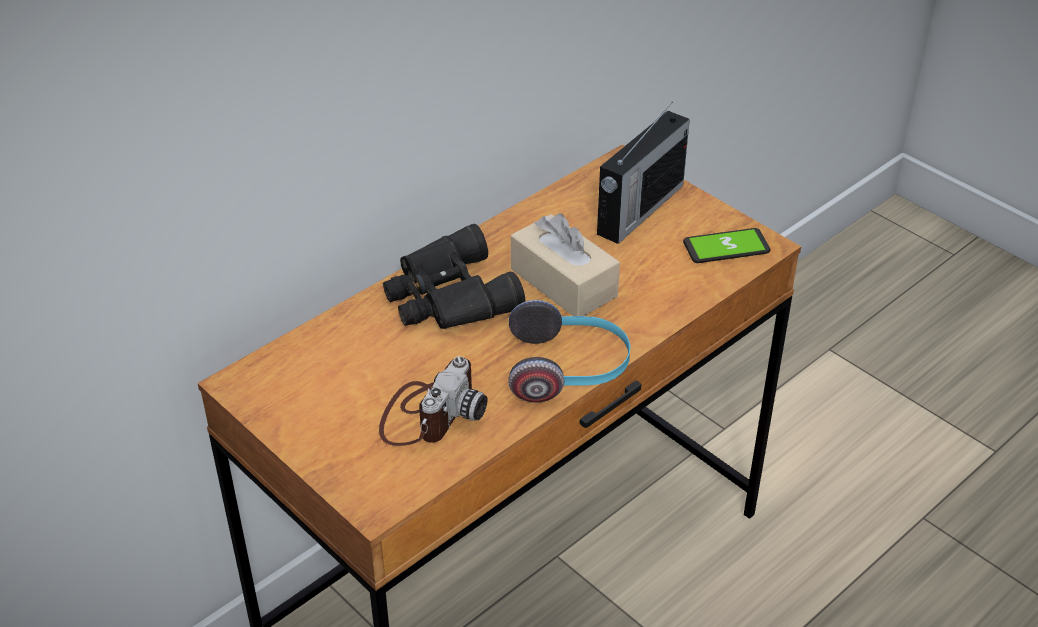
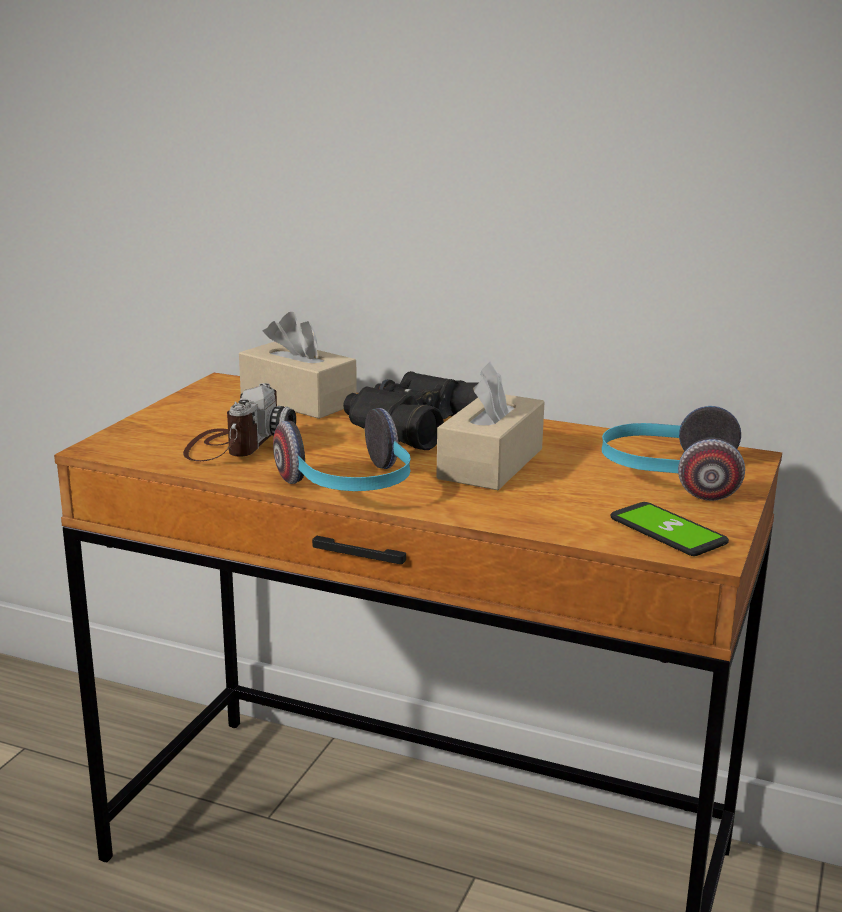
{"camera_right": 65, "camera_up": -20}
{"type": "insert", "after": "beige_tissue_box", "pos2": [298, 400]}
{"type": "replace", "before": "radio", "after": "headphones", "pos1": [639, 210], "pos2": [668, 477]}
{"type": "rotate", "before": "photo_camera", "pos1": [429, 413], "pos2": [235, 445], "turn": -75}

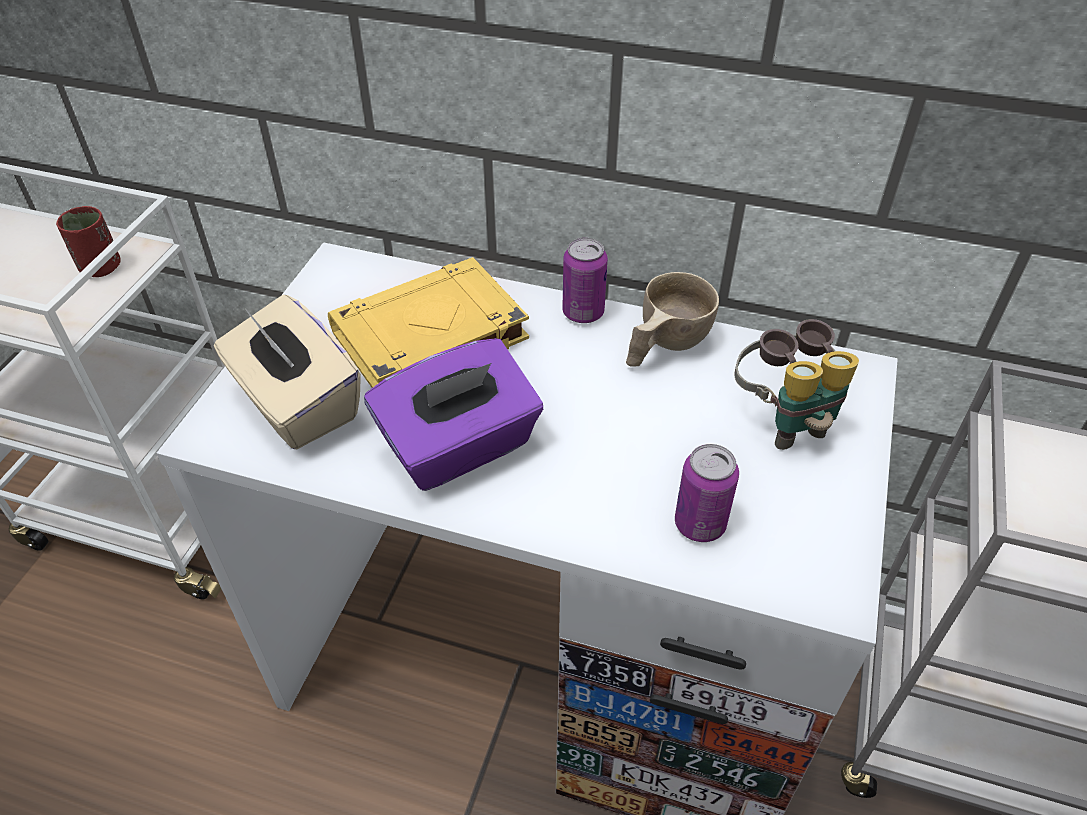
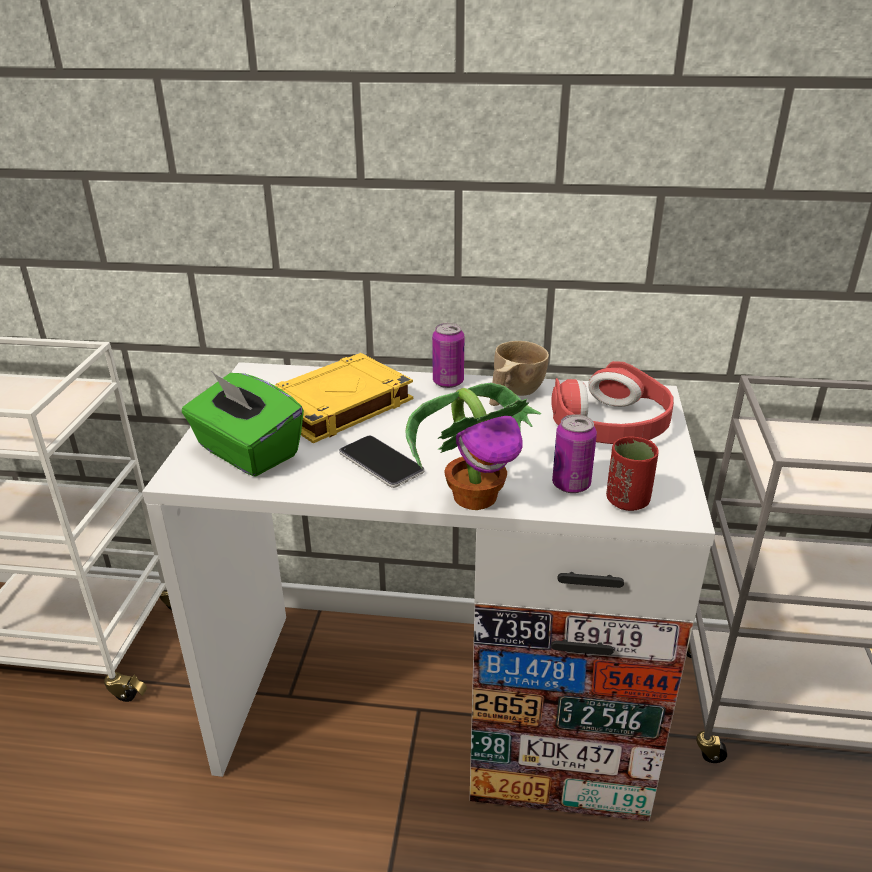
{"camera_right": -10, "camera_up": -15}
{"type": "insert", "after": "potted_plant", "pos2": [476, 496]}
{"type": "move", "before": "red_cup", "pos1": [100, 267], "pos2": [627, 501]}
{"type": "replace", "before": "purple_tissue_box", "after": "phone", "pos1": [460, 447], "pos2": [381, 463]}
{"type": "replace", "before": "binoculars", "after": "red_headphones", "pos1": [784, 419], "pos2": [611, 424]}
{"type": "recolor", "before": "beige_tissue_box", "after": "green_tissue_box", "pos1": [296, 404], "pos2": [247, 452]}

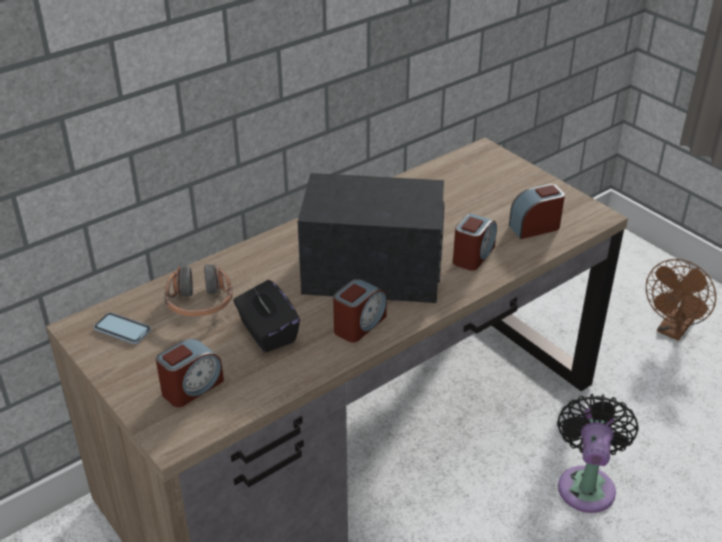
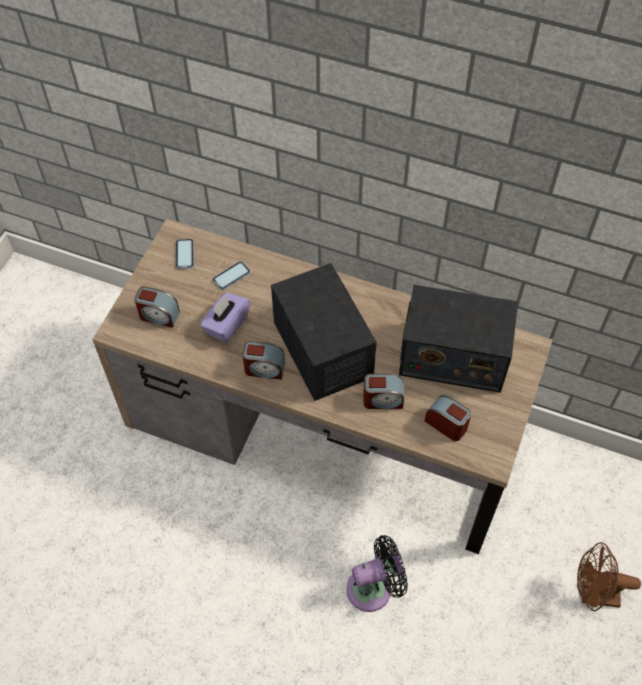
{"camera_right": 60, "camera_up": 20}
{"type": "insert", "after": "radio", "pos2": [452, 356]}
{"type": "replace", "before": "headphones", "after": "phone", "pos1": [200, 303], "pos2": [231, 276]}
{"type": "recolor", "before": "black_tissue_box", "after": "purple_tissue_box", "pos1": [267, 332], "pos2": [226, 325]}

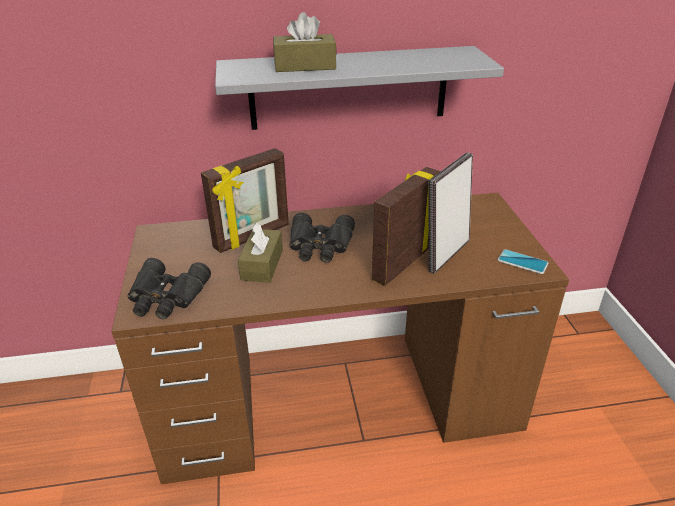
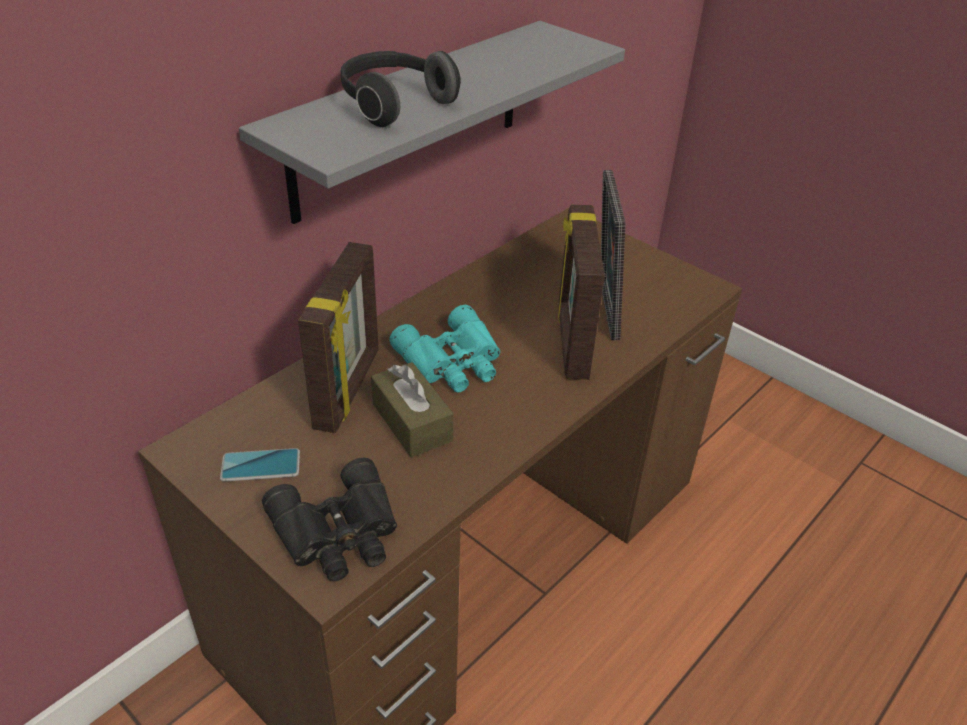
{"camera_right": -40, "camera_up": 5}
{"type": "move", "before": "phone", "pos1": [522, 262], "pos2": [261, 465]}
{"type": "replace", "before": "brown_tissue_box", "after": "headphones", "pos1": [305, 66], "pos2": [393, 104]}
{"type": "recolor", "before": "black_binoculars", "after": "turquoise_binoculars", "pos1": [320, 245], "pos2": [453, 362]}

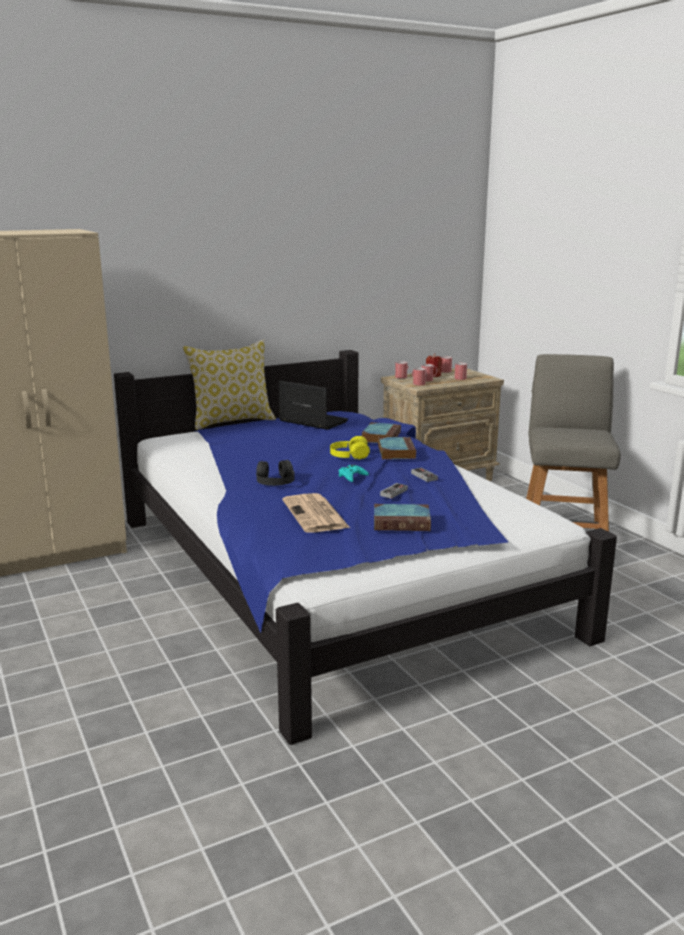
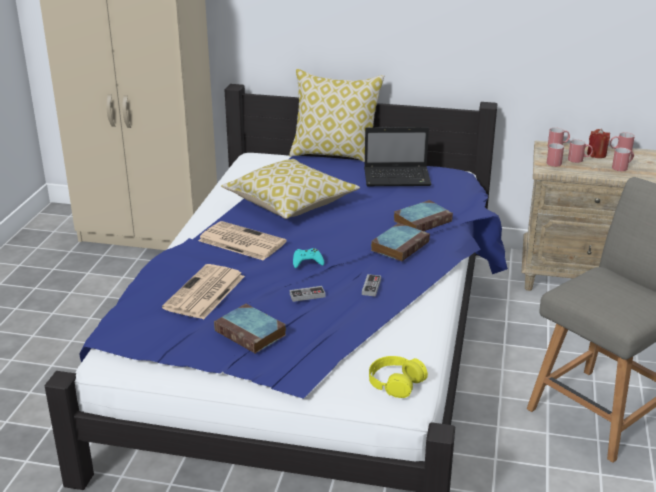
{"camera_right": 40, "camera_up": 10}
{"type": "insert", "after": "pillow", "pos2": [290, 203]}
{"type": "move", "before": "yellow_headphones", "pos1": [349, 455], "pos2": [395, 382]}
{"type": "replace", "before": "black_headphones", "after": "newspaper", "pos1": [275, 481], "pos2": [240, 241]}
{"type": "rotate", "before": "laptop", "pos1": [311, 421], "pos2": [398, 178], "turn": 105}

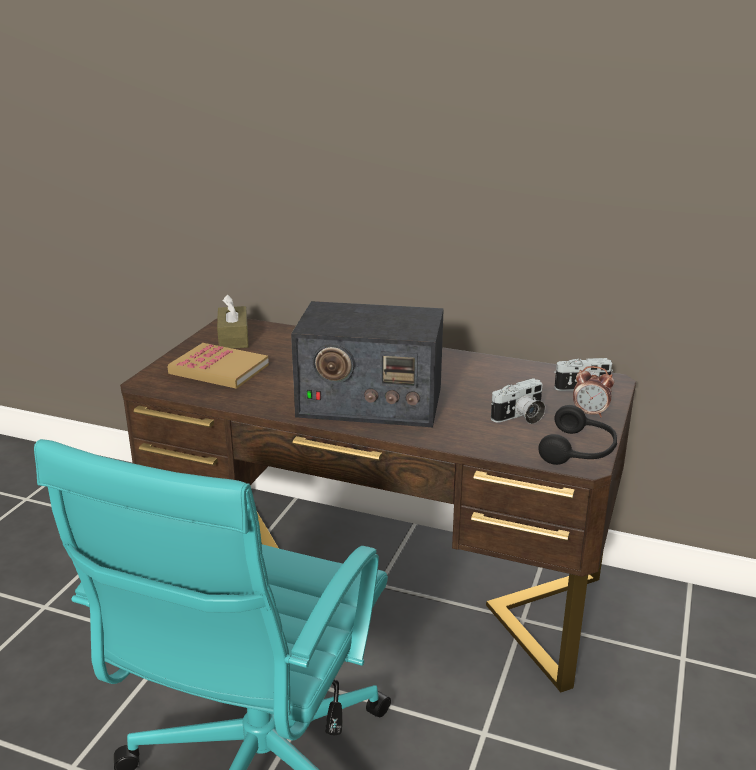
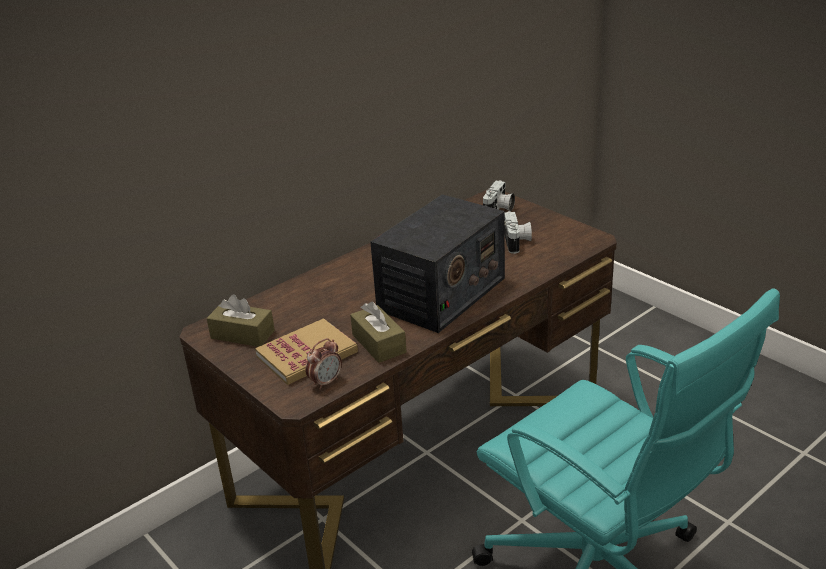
{"camera_right": -60, "camera_up": 5}
{"type": "delete", "before": "black_headphones", "pos1": [579, 451]}
{"type": "insert", "after": "brown_tissue_box", "pos2": [379, 343]}
{"type": "move", "before": "alarm_clock", "pos1": [590, 413], "pos2": [326, 382]}

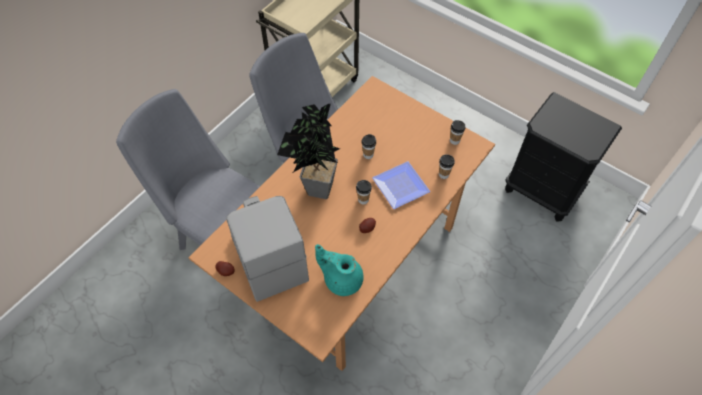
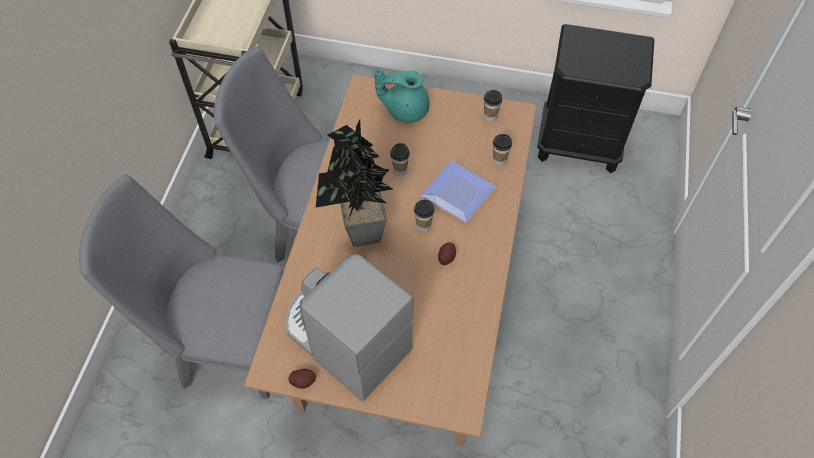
{"camera_right": -25, "camera_up": 0}
{"type": "move", "before": "turquoise_teapot", "pos1": [342, 279], "pos2": [405, 109]}

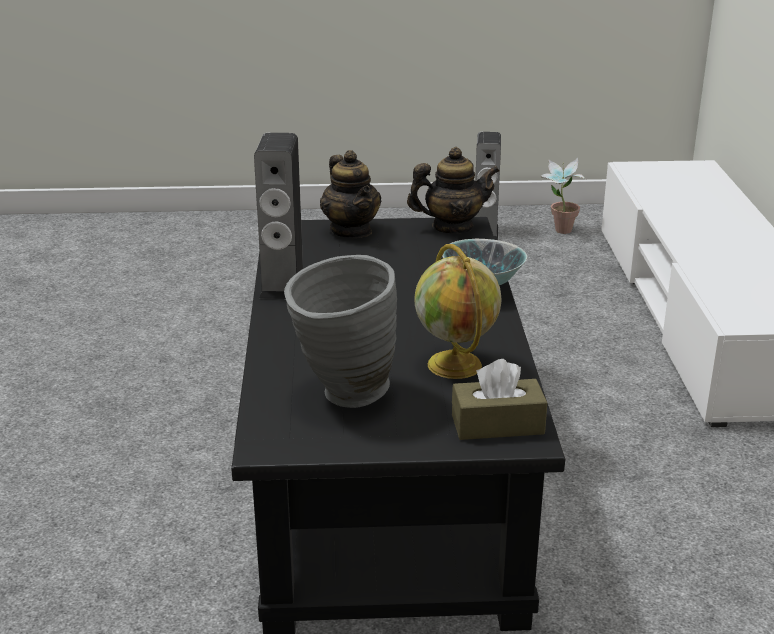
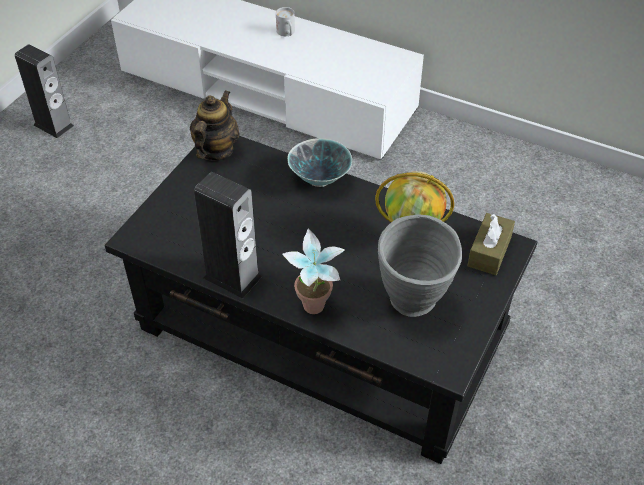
{"camera_right": -60, "camera_up": 20}
{"type": "delete", "before": "teapot", "pos1": [351, 231]}
{"type": "insert", "after": "white_mug", "pos2": [287, 33]}
{"type": "move", "before": "potted_plant", "pos1": [559, 232], "pos2": [314, 312]}

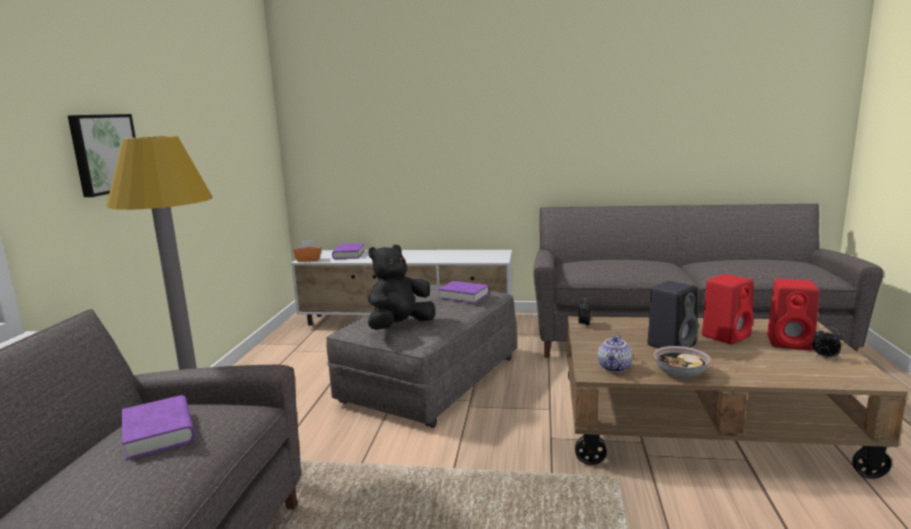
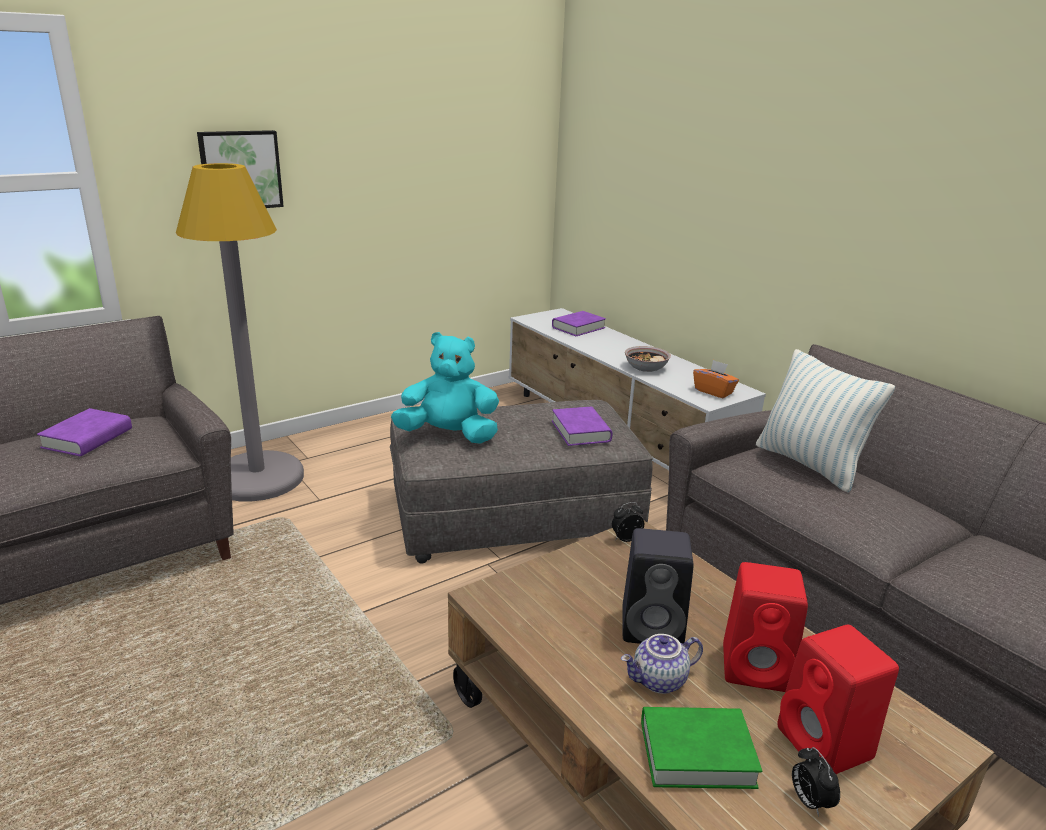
{"camera_right": 45, "camera_up": 10}
{"type": "insert", "after": "green_book", "pos2": [696, 753]}
{"type": "insert", "after": "pillow", "pos2": [809, 464]}
{"type": "move", "before": "orange_tissue_box", "pos1": [308, 260], "pos2": [713, 391]}
{"type": "move", "before": "teapot", "pos1": [615, 368], "pos2": [659, 681]}
{"type": "move", "before": "bowl", "pos1": [680, 373], "pos2": [646, 368]}
{"type": "recolor", "before": "black_plush_toy", "after": "turquoise_plush_toy", "pos1": [400, 326], "pos2": [449, 435]}

